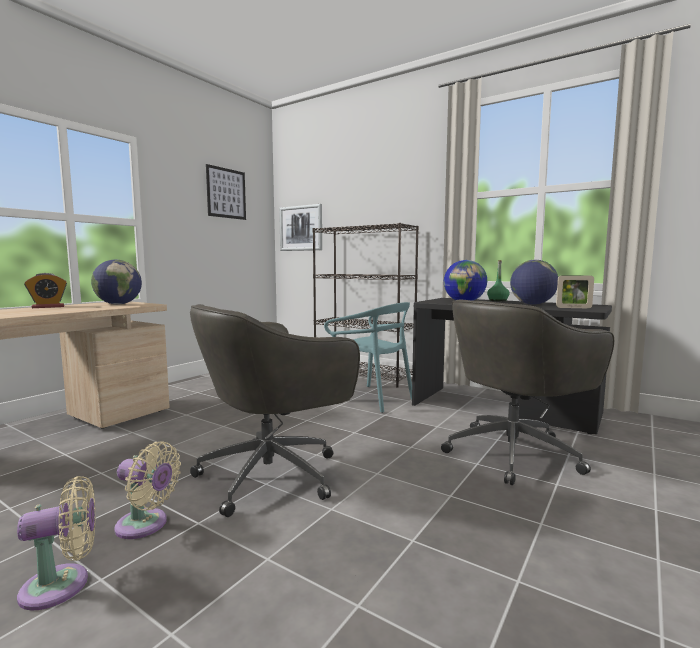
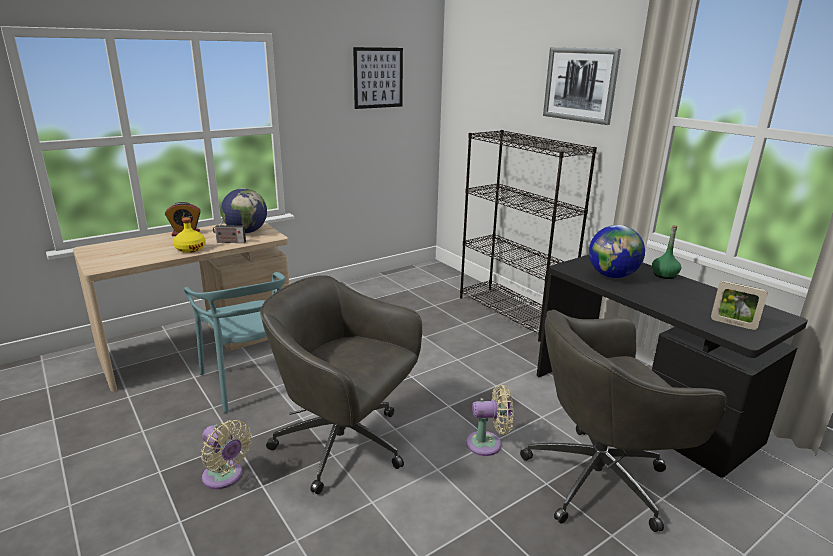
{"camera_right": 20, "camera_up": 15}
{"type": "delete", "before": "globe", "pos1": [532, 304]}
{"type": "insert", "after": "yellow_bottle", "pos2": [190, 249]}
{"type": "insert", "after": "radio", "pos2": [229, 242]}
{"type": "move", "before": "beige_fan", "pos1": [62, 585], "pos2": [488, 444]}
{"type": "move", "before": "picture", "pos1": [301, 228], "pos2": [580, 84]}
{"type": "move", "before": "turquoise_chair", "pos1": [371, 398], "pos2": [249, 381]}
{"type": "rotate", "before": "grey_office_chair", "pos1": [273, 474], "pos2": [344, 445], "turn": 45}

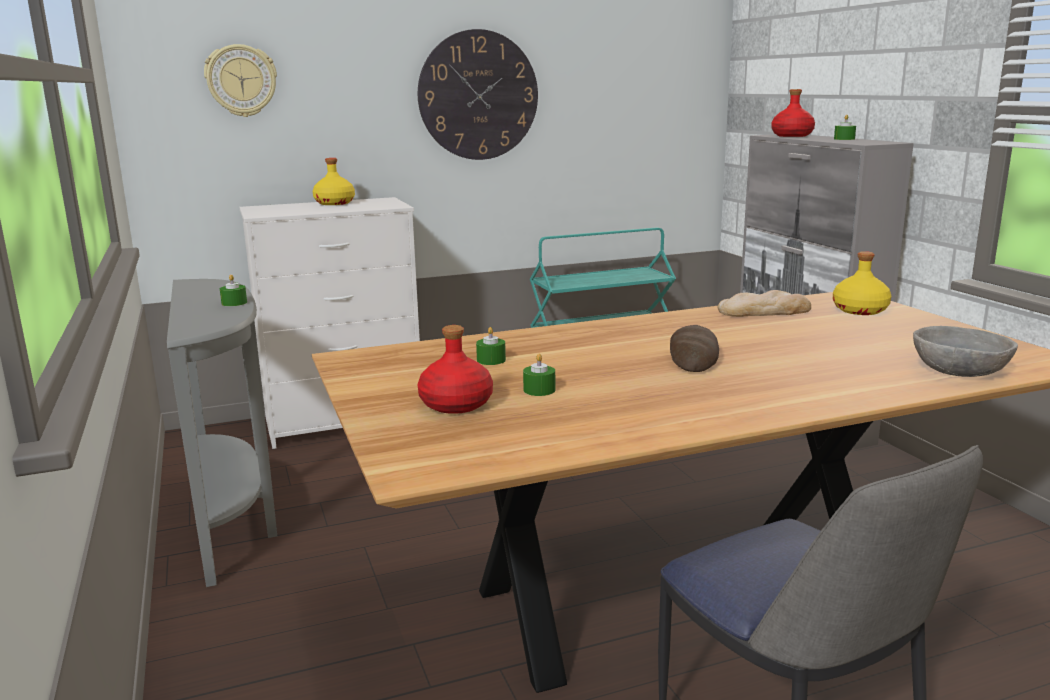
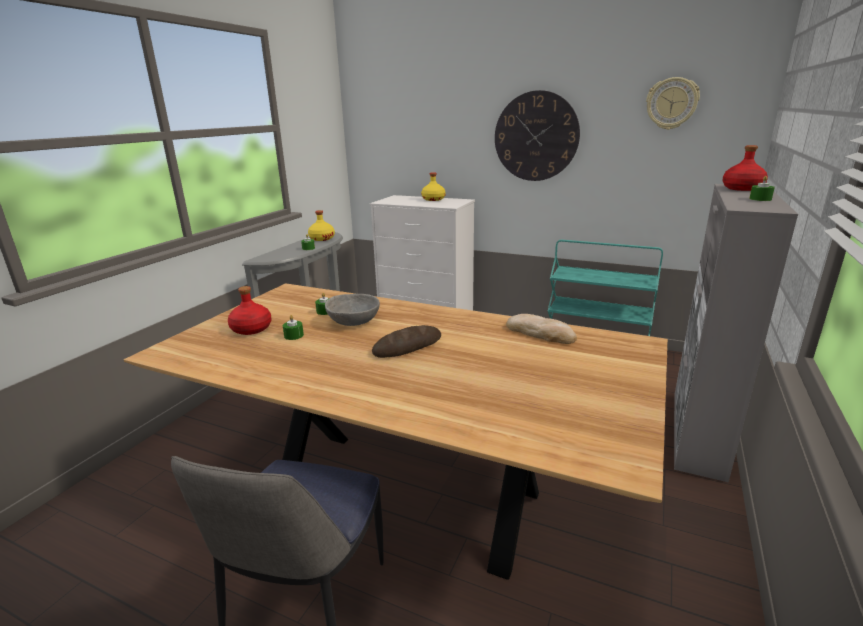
{"camera_right": 45, "camera_up": 5}
{"type": "move", "before": "wall_clock", "pos1": [241, 81], "pos2": [671, 103]}
{"type": "move", "before": "yellow_bottle", "pos1": [859, 310], "pos2": [321, 238]}
{"type": "move", "before": "grey_bowl", "pos1": [958, 371], "pos2": [353, 321]}

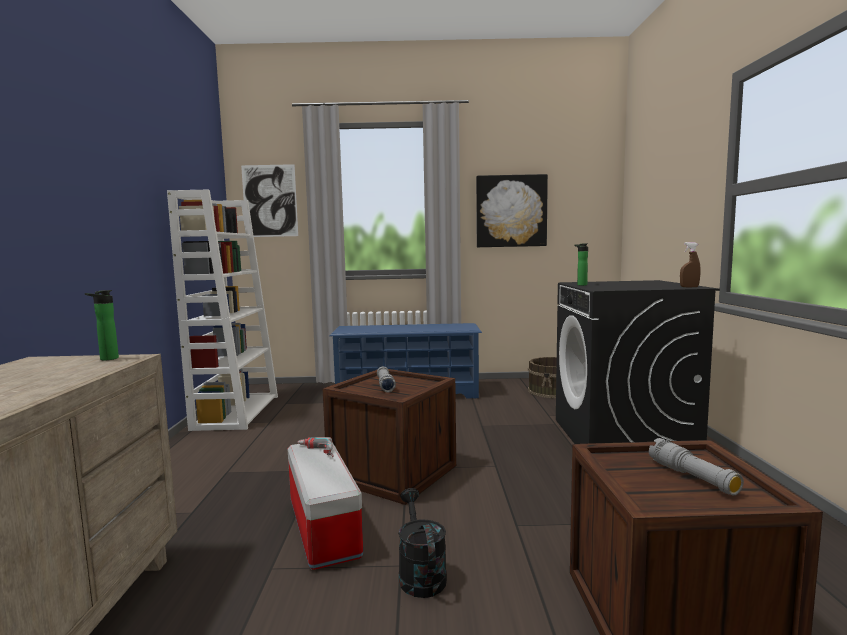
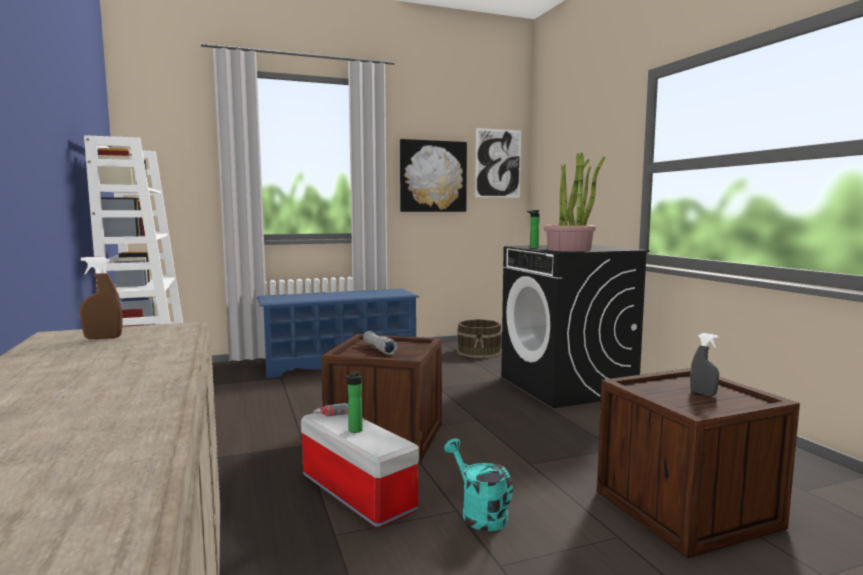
{"camera_right": -20, "camera_up": 0}
{"type": "insert", "after": "potted_plant", "pos2": [569, 250]}
{"type": "move", "before": "bottle", "pos1": [106, 359], "pos2": [354, 431]}
{"type": "move", "before": "picture", "pos1": [270, 201], "pos2": [498, 163]}
{"type": "move", "before": "brown_spray_bottle", "pos1": [689, 287], "pos2": [103, 338]}
{"type": "replace", "before": "grey_flashlight", "after": "grey_spray_bottle", "pos1": [692, 477], "pos2": [703, 393]}
{"type": "recolor", "before": "black_watering_can", "after": "turquoise_watering_can", "pos1": [420, 573], "pos2": [478, 513]}

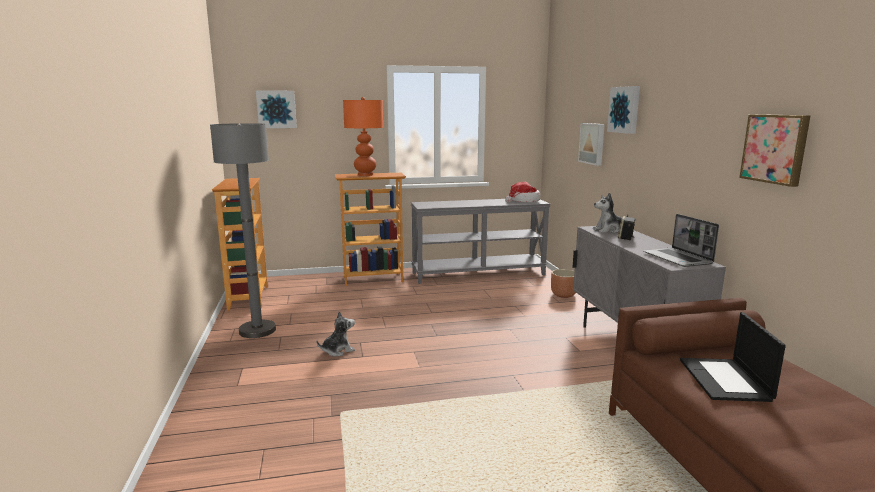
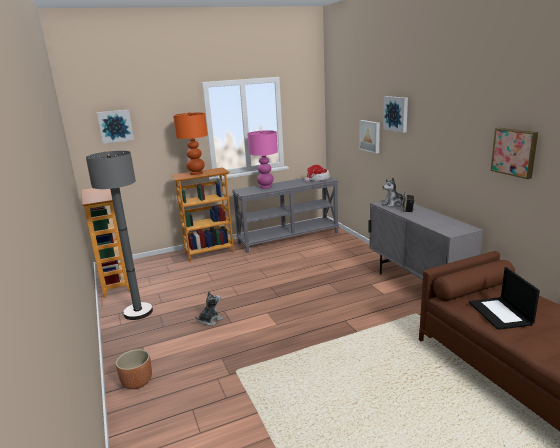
{"camera_right": -10, "camera_up": 5}
{"type": "delete", "before": "laptop", "pos1": [678, 258]}
{"type": "insert", "after": "pink_table_lamp", "pos2": [265, 186]}
{"type": "move", "before": "brown_planter", "pos1": [563, 295], "pos2": [137, 382]}

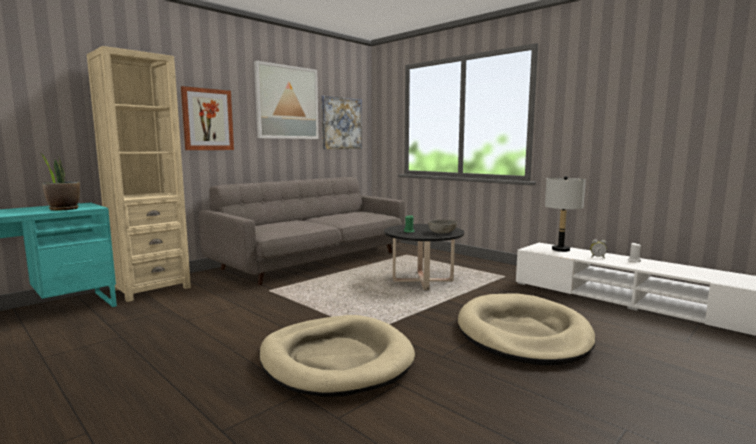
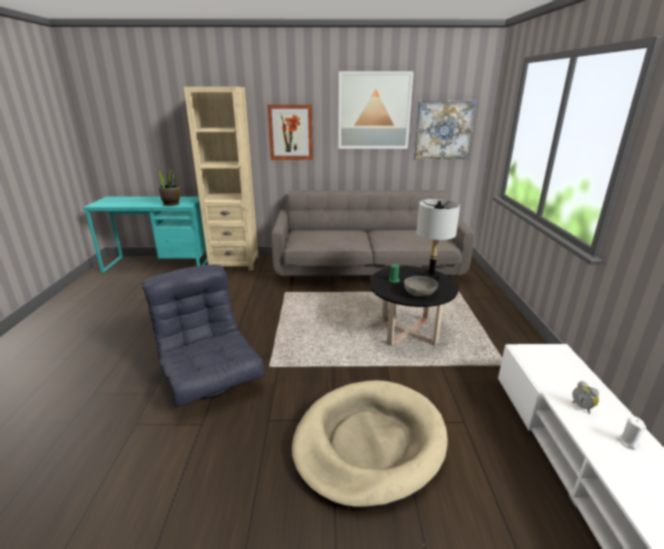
{"camera_right": 45, "camera_up": 15}
{"type": "move", "before": "grey_table_lamp", "pos1": [561, 249], "pos2": [431, 276]}
{"type": "replace", "before": "beige_dog_bed", "after": "grey_armchair", "pos1": [336, 360], "pos2": [210, 379]}

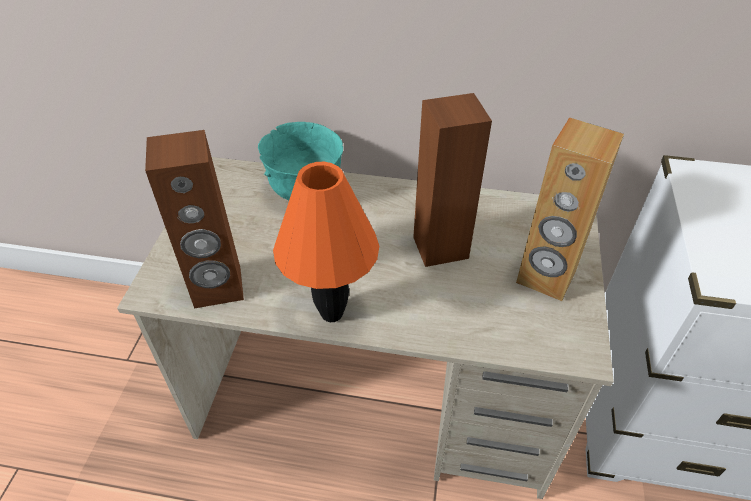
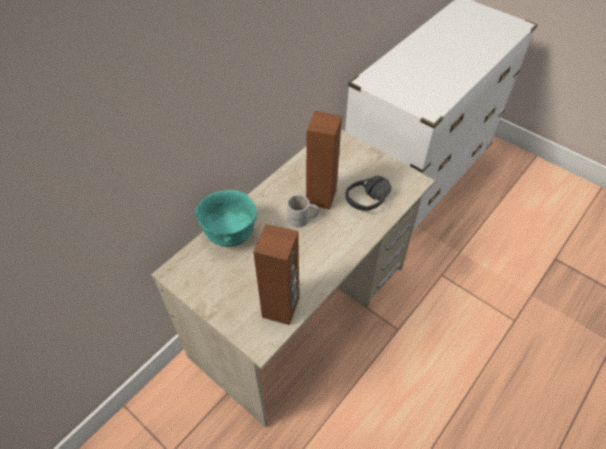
{"camera_right": -60, "camera_up": 5}
{"type": "delete", "before": "orange_table_lamp", "pos1": [331, 314]}
{"type": "delete", "before": "brown_speaker", "pos1": [545, 278]}
{"type": "insert", "after": "white_mug", "pos2": [303, 219]}
{"type": "insert", "after": "black_headphones", "pos2": [372, 204]}

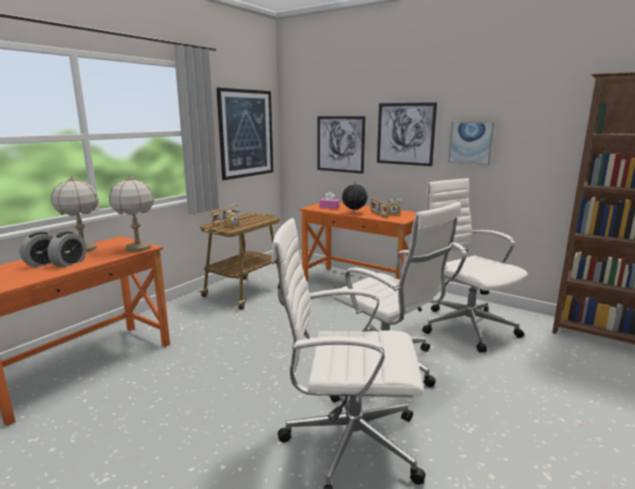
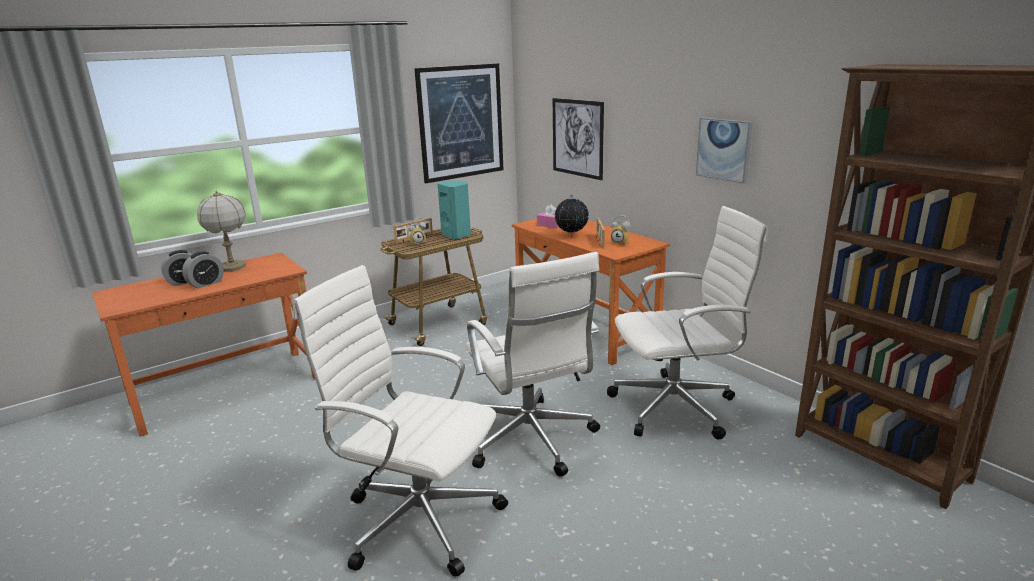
{"camera_right": 20, "camera_up": 5}
{"type": "delete", "before": "table_lamp", "pos1": [138, 248]}
{"type": "delete", "before": "picture", "pos1": [405, 134]}
{"type": "insert", "after": "turquoise_speaker", "pos2": [457, 235]}
{"type": "rotate", "before": "white_office_chair", "pos1": [465, 326], "pos2": [677, 407], "turn": 90}

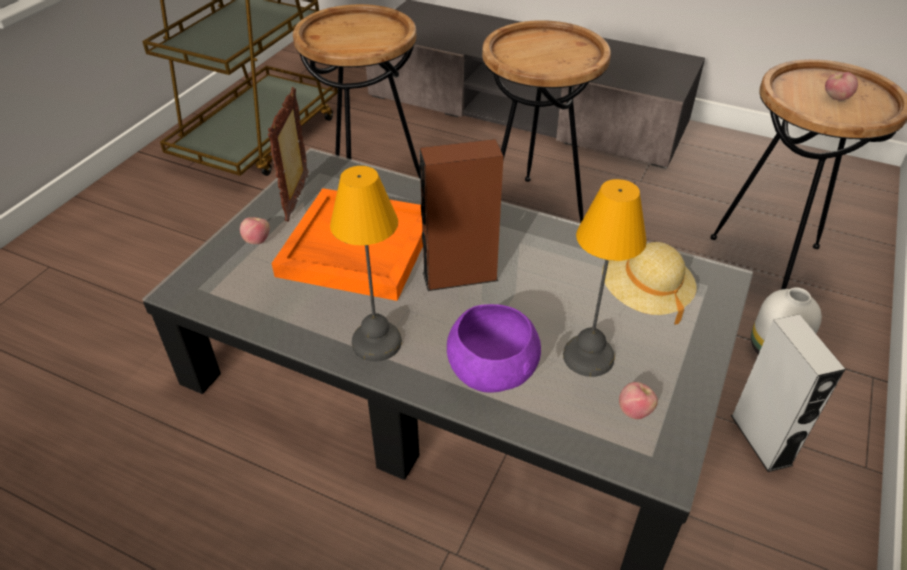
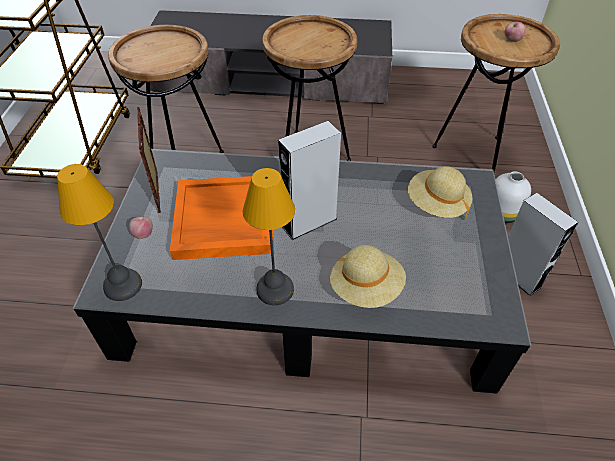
{"camera_right": -20, "camera_up": 5}
{"type": "delete", "before": "apple", "pos1": [634, 411]}
{"type": "move", "before": "table_lamp", "pos1": [587, 356], "pos2": [122, 285]}
{"type": "replace", "before": "purple_bowl", "after": "beige_hat", "pos1": [493, 372], "pos2": [366, 288]}
{"type": "recolor", "before": "brown_speaker", "after": "grey_speaker", "pos1": [460, 276], "pos2": [309, 222]}

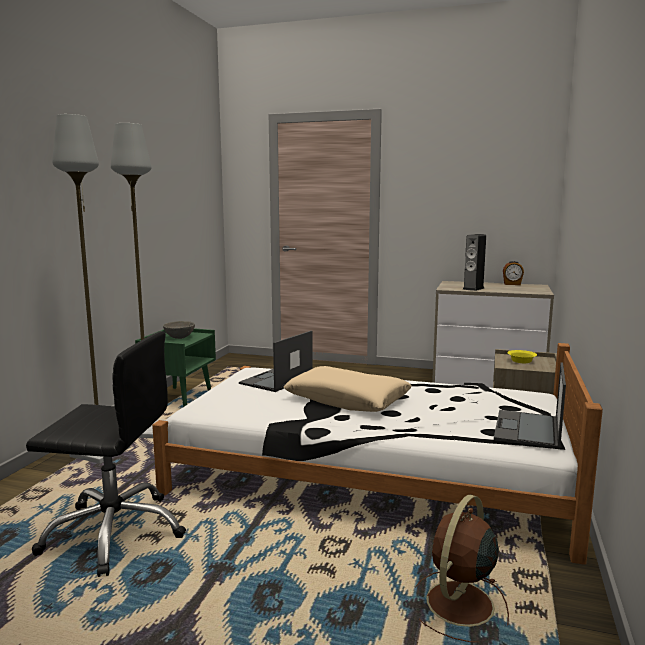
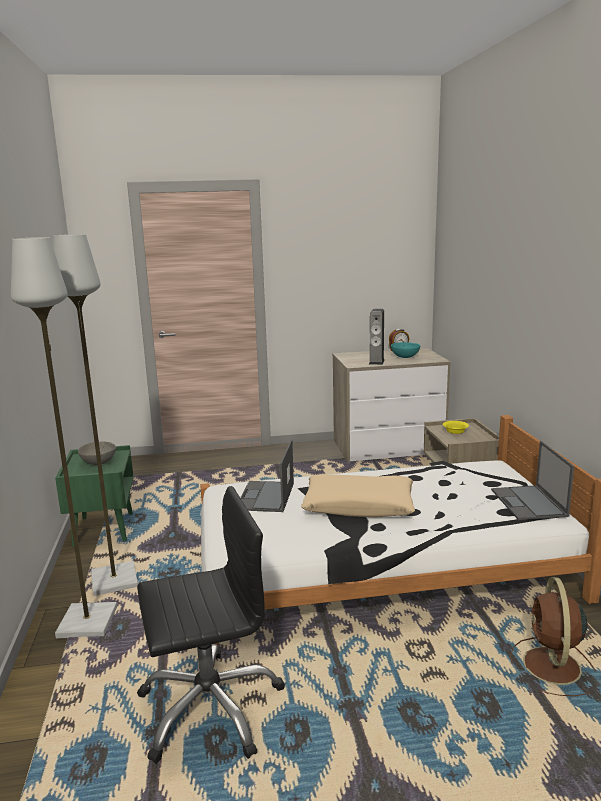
{"camera_right": -25, "camera_up": 5}
{"type": "insert", "after": "turquoise_bowl", "pos2": [404, 357]}

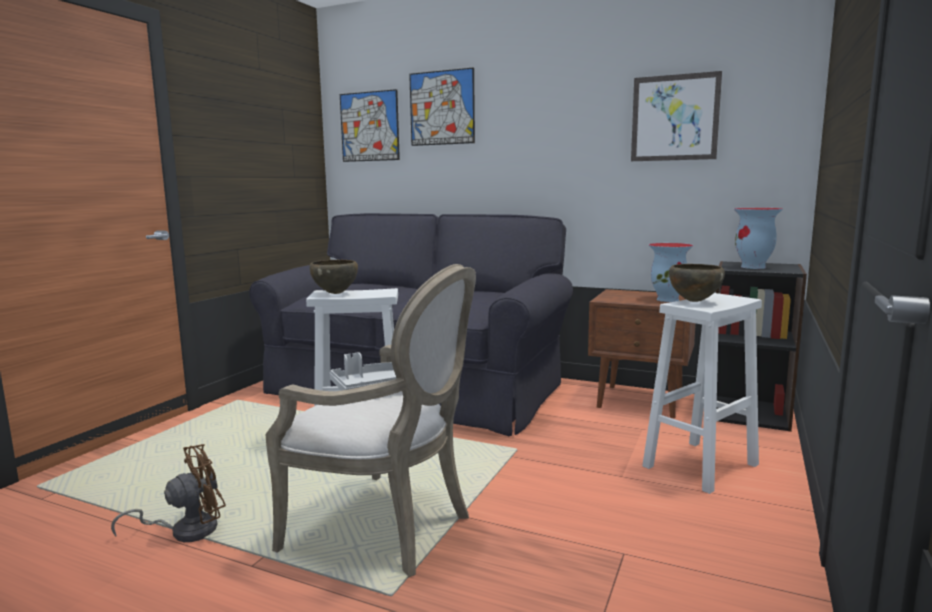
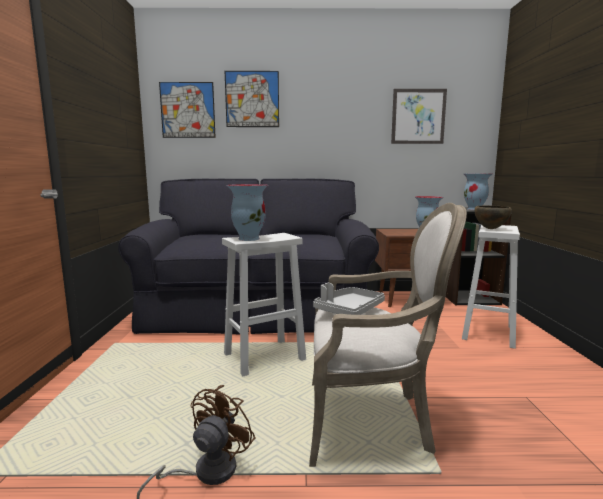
{"camera_right": -25, "camera_up": 0}
{"type": "replace", "before": "brown_bowl", "after": "vase", "pos1": [335, 293], "pos2": [249, 239]}

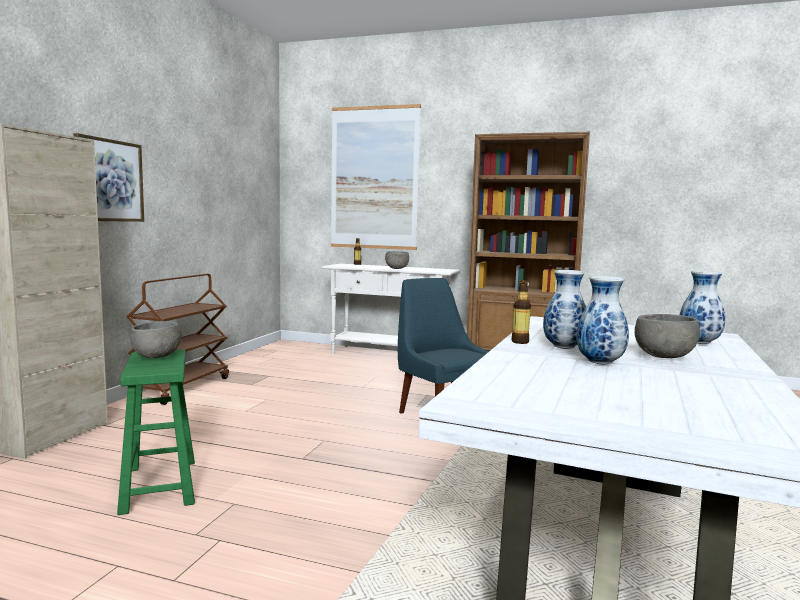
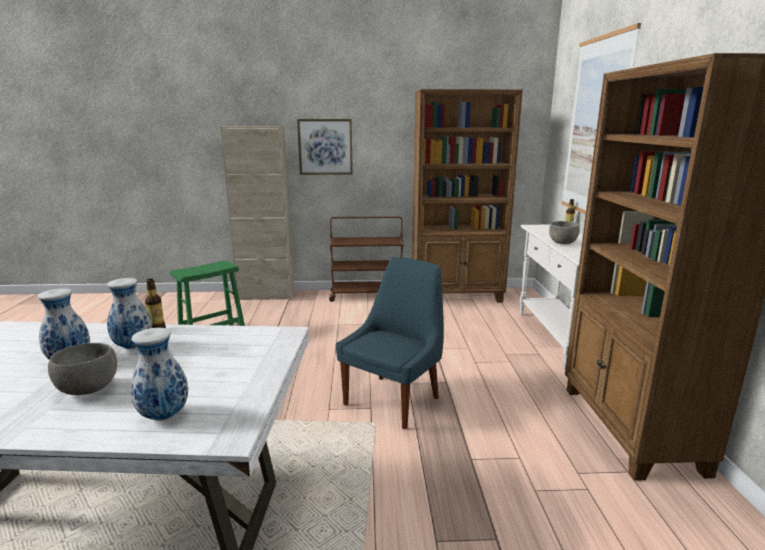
{"camera_right": 70, "camera_up": 10}
{"type": "delete", "before": "grey_bowl", "pos1": [156, 356]}
{"type": "insert", "after": "brown_bookcase", "pos2": [457, 296]}

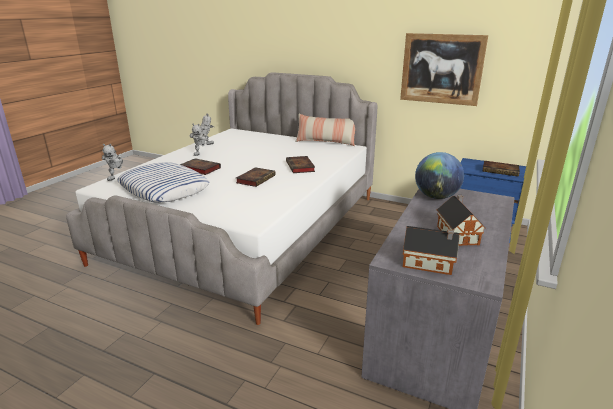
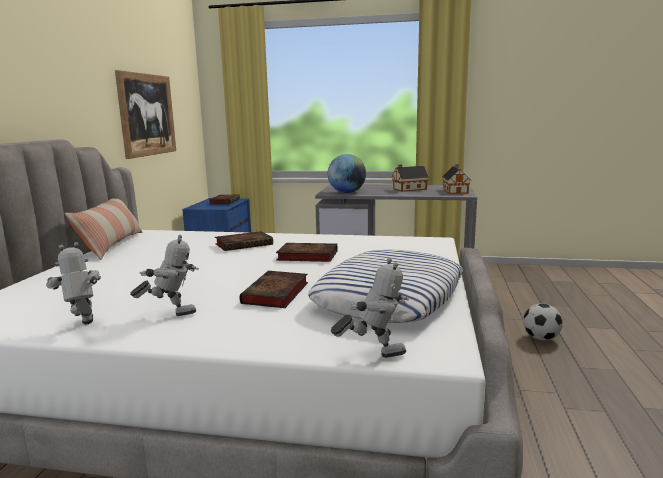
{"camera_right": -105, "camera_up": -10}
{"type": "insert", "after": "football", "pos2": [540, 338]}

